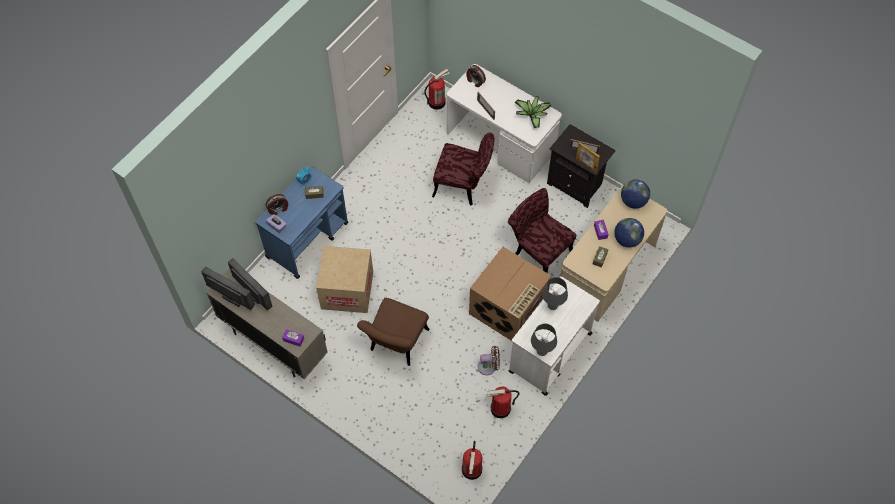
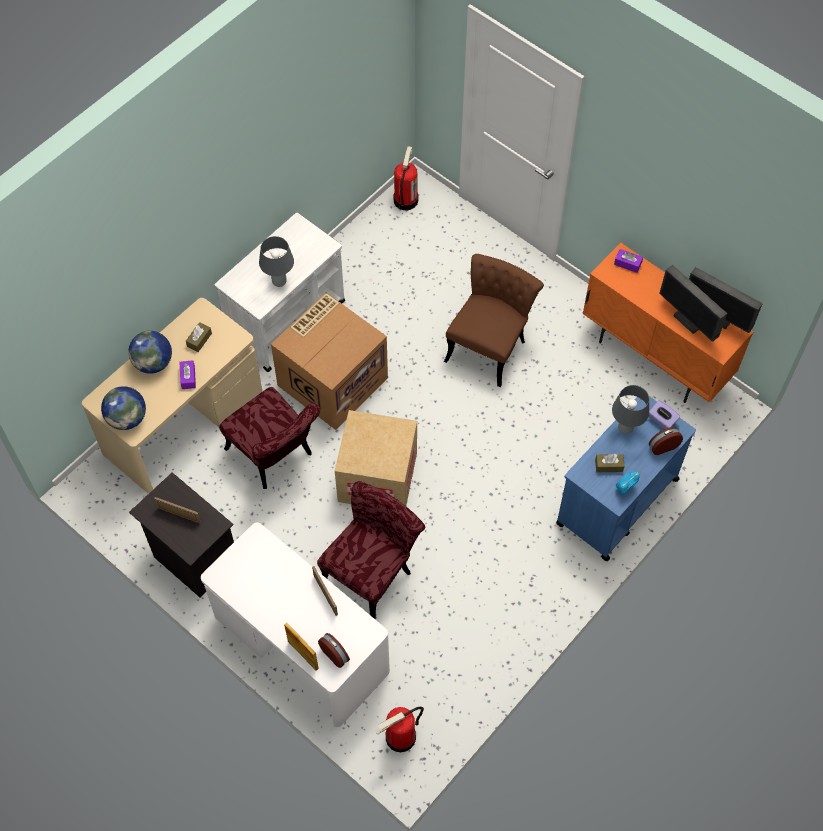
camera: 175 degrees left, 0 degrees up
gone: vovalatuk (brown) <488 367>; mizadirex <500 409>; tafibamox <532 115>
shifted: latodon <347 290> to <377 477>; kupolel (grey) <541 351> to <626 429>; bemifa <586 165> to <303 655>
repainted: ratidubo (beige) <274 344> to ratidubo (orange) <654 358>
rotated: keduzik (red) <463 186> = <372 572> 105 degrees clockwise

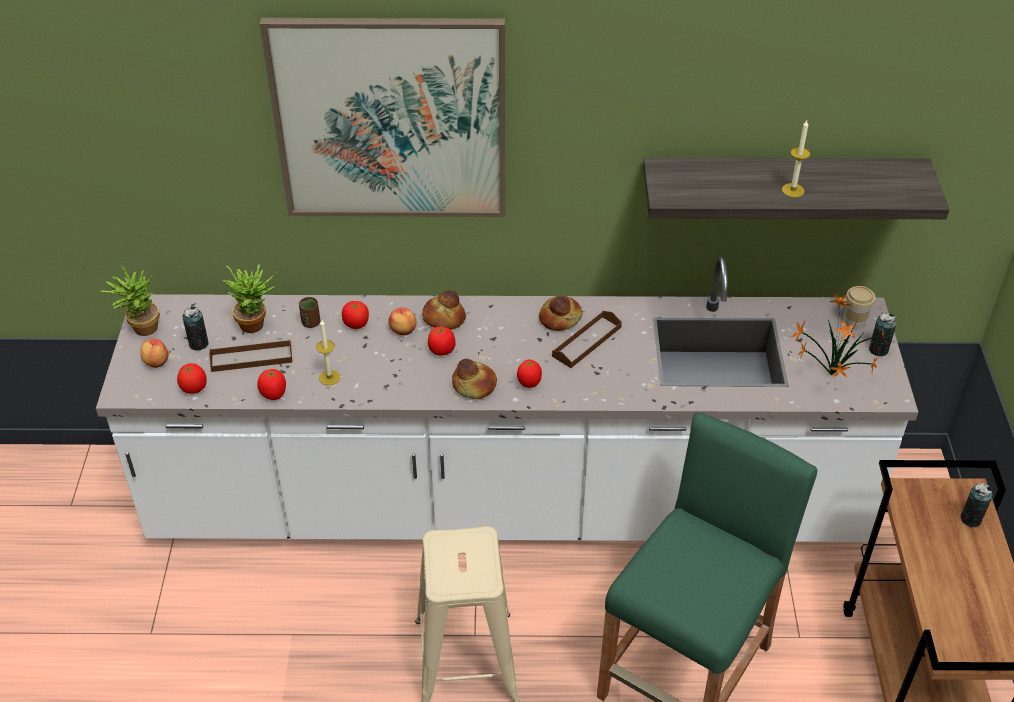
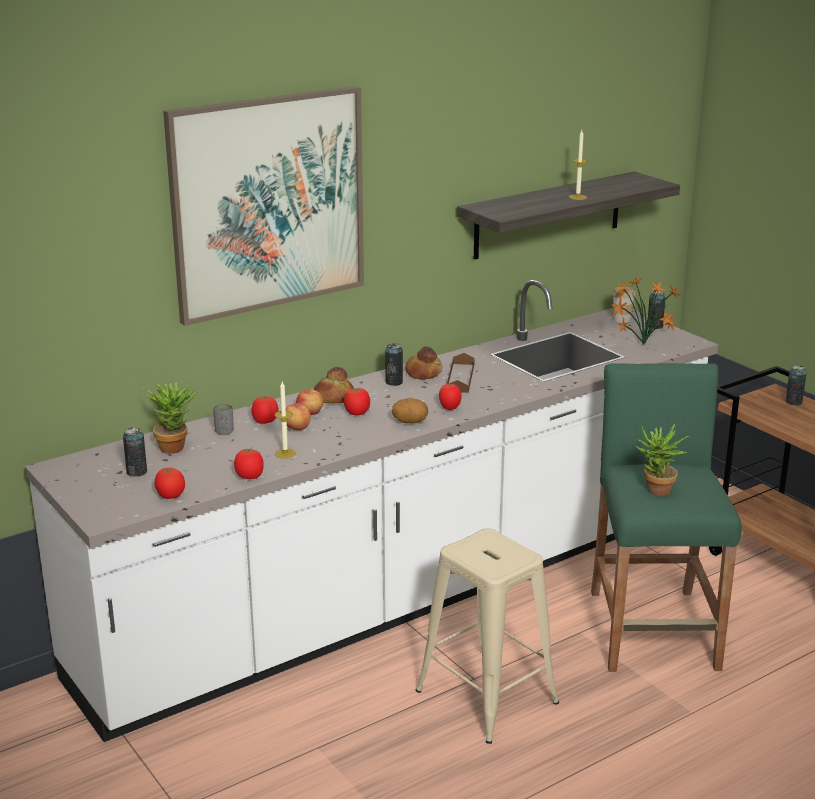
camera: 35 degrees left, 20 degrees down
gone: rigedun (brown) <251 358>
new: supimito <394 382>
shifted: tafibamox <141 329> to <656 492>; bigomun <156 362> to <297 428>
swapped: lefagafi <474 386> to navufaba <410 422>
repainted: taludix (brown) <311 323> to taludix (grey) <224 432>

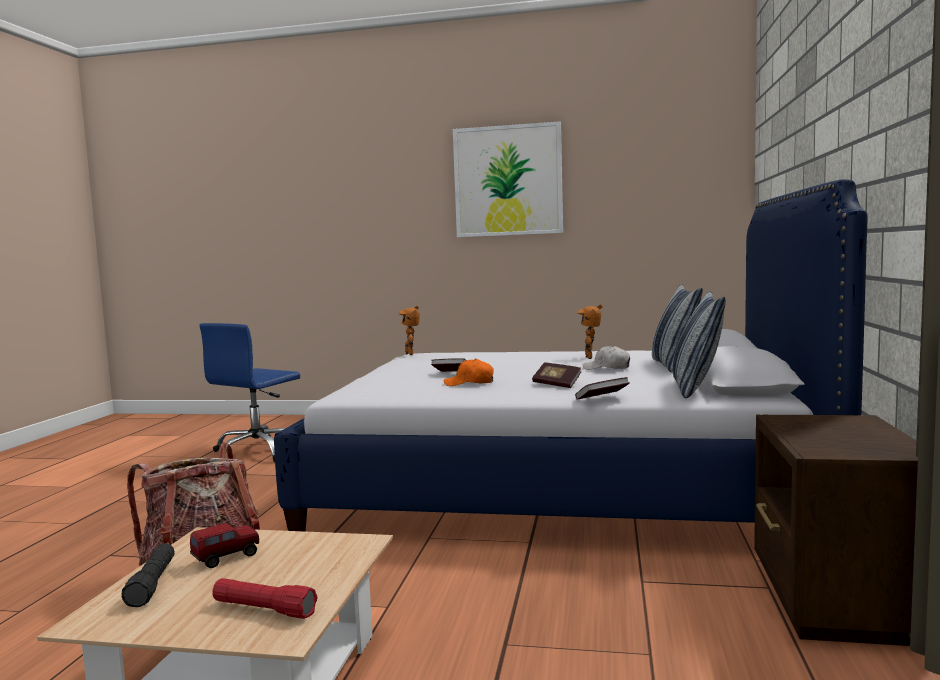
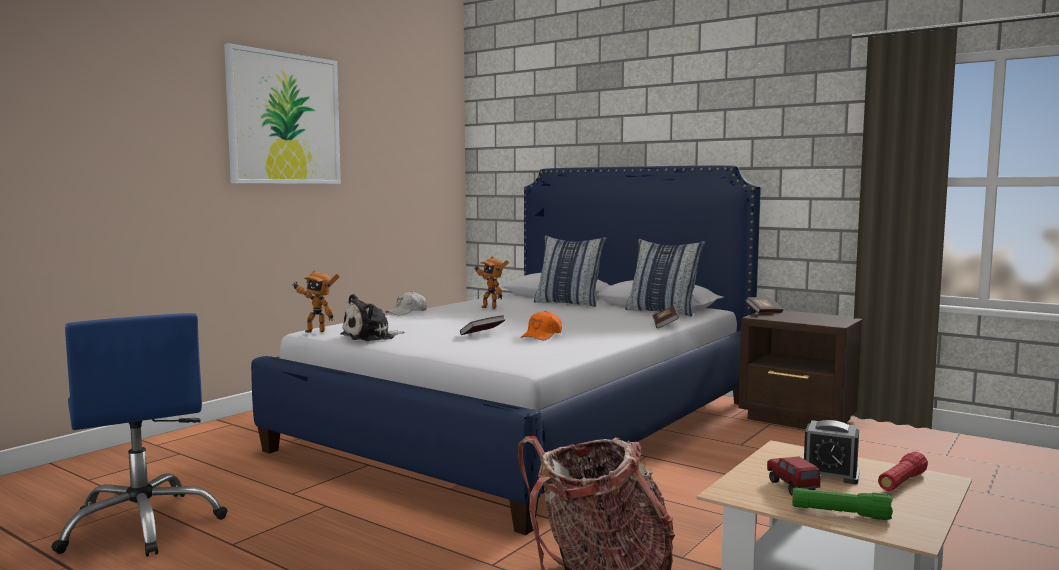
camera: 65 degrees left, 0 degrees up
new: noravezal <371 337>; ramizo <830 474>
shifted: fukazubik <557 384> to <764 312>; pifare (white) <607 368> to <407 312>
repainted: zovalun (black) <152 584> to zovalun (green) <840 514>

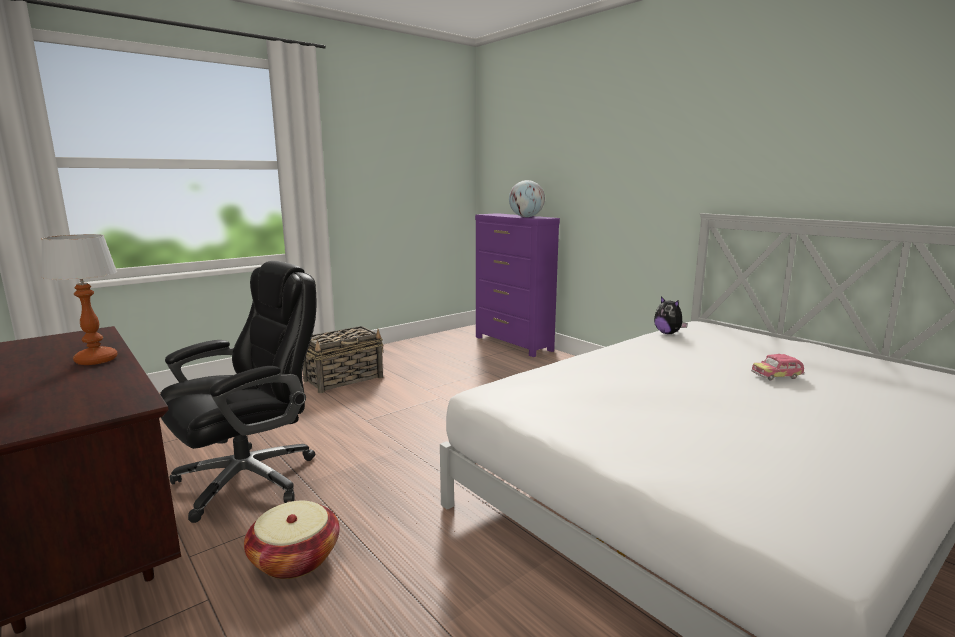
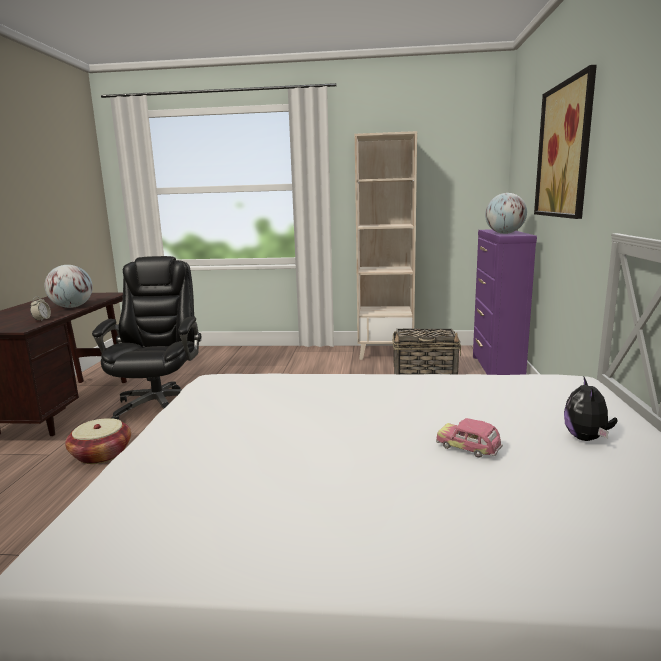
camera: 45 degrees right, 0 degrees up
new: ramizo <42 320>; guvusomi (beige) <385 353>; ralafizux <564 150>
shifted: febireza <344 379> to <425 372>; noravezal <668 333> to <586 438>
swapped: kupolel <96 360> to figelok <72 307>
rotated: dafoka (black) <250 478> = <160 406> 90 degrees counterclockwise

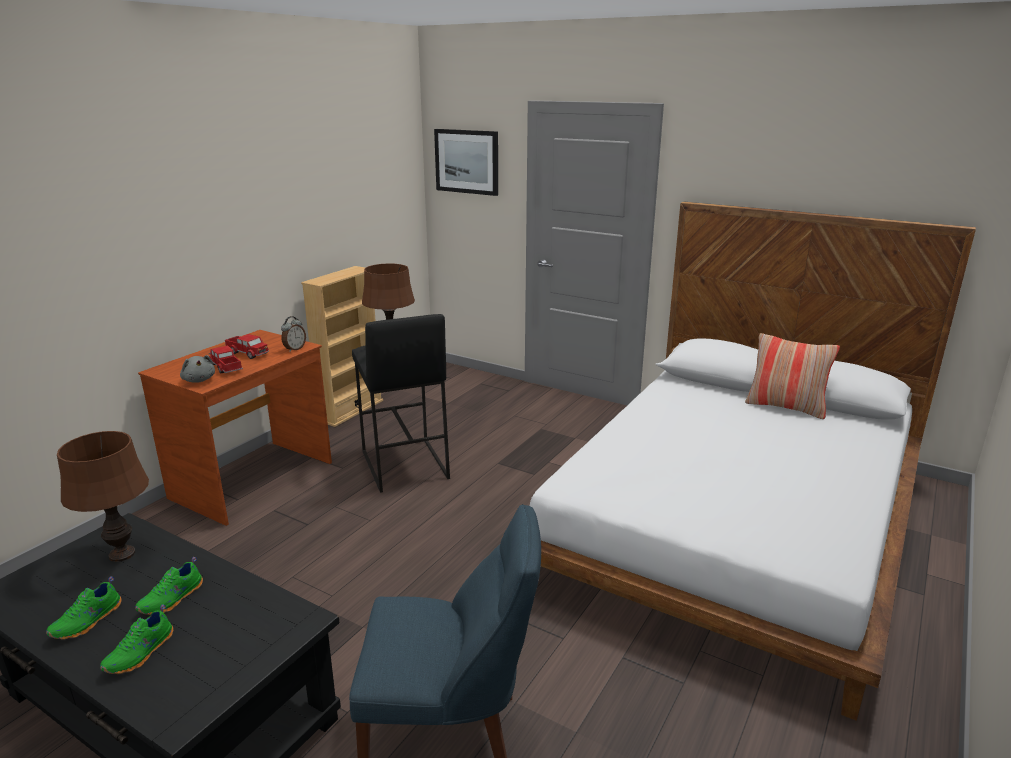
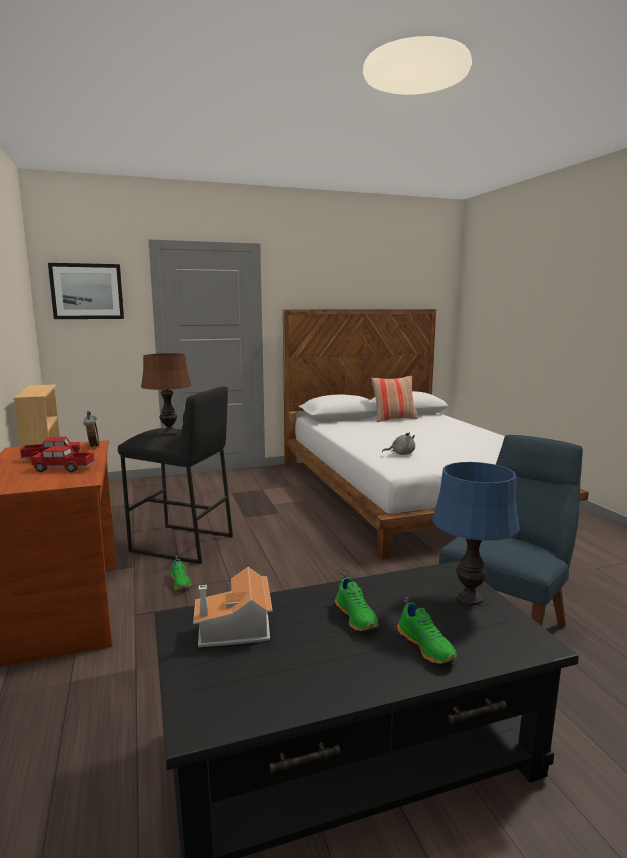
camera: 50 degrees left, 10 degrees down
new: kupolel (blue) <469 598>
shifted: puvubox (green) <88 622> to <181 582>; noravezal (grey) <199 380> to <401 454>
swapped: kupolel (brown) <122 554> to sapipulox <236 628>

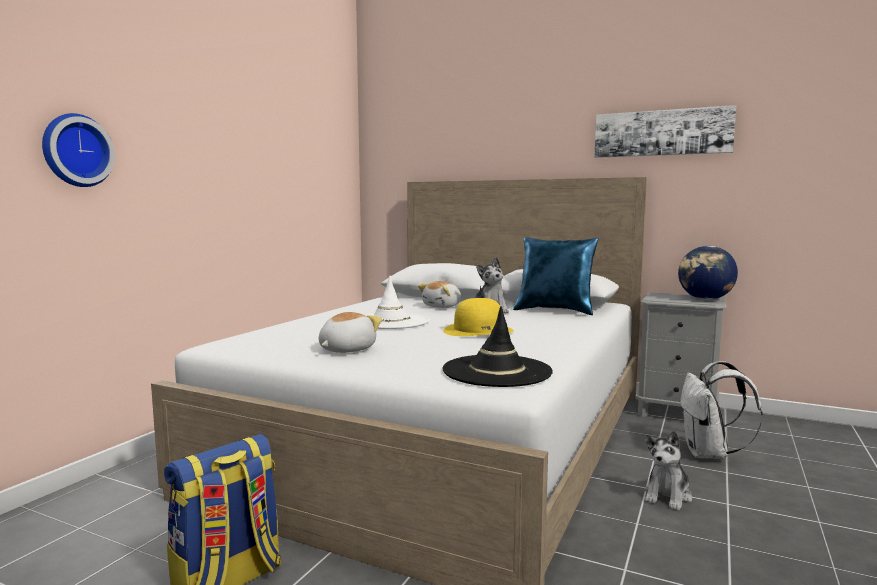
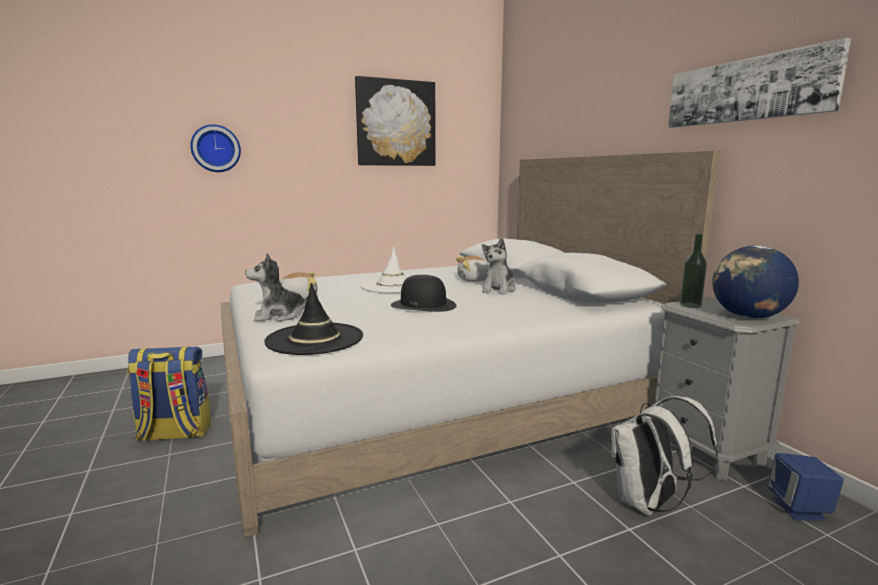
camera: 40 degrees right, 5 degrees up
gone: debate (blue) <555 311>
new: ralafizux <396 123>; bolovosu <690 305>; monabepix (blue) <799 509>
shifted: noravezal <667 496> to <279 316>
repainted: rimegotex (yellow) <478 330> to rimegotex (black) <423 305>

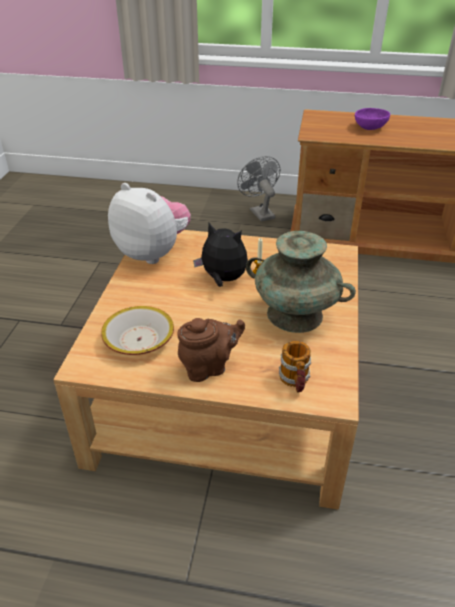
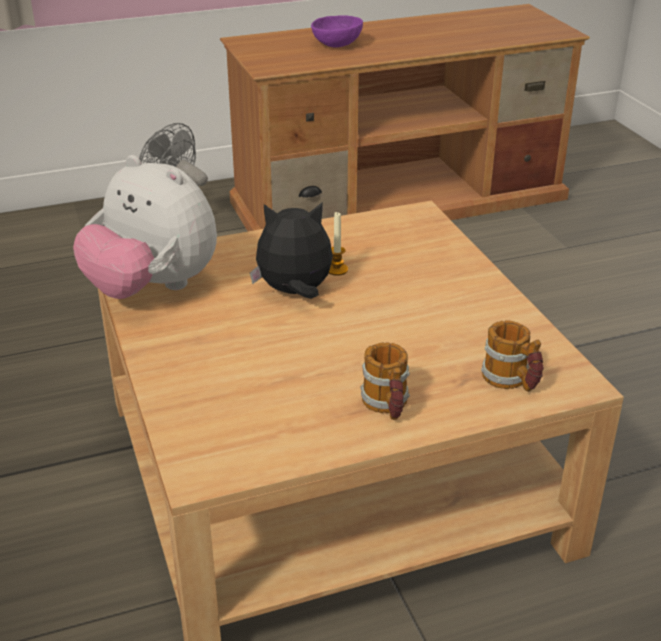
camera: 30 degrees left, 5 degrees down
gone: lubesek <139 340>; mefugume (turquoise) <295 315>
swapped: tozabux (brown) <209 367> to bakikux <387 406>
rotated: noravezal <153 252> = <152 288> 150 degrees counterclockwise

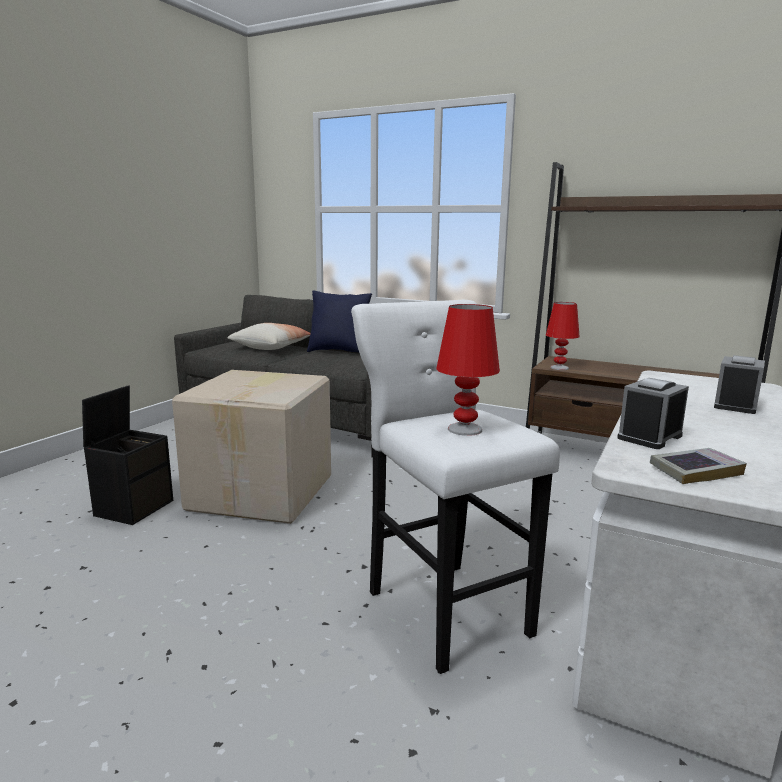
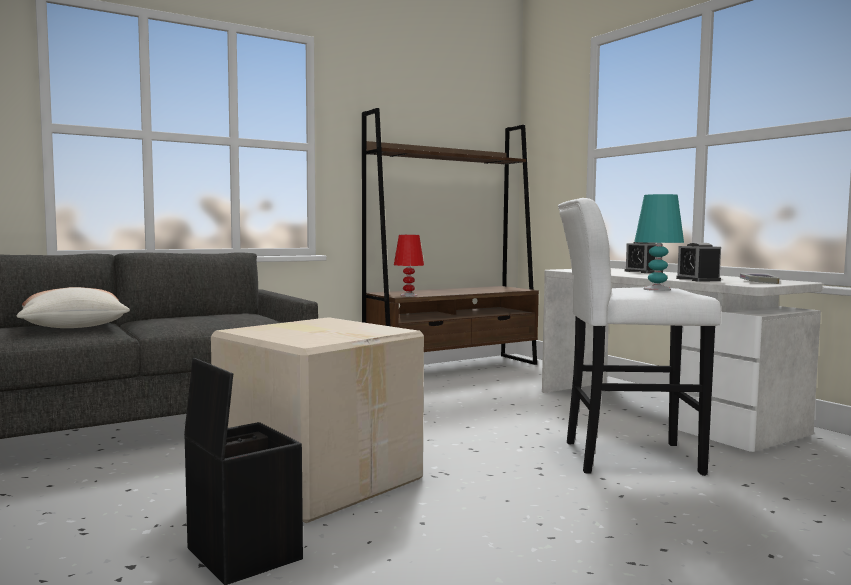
camera: 60 degrees left, 10 degrees down
gone: debate (blue) <339 351>
repainted: kupolel (red) <464 429> to kupolel (turquoise) <656 289>

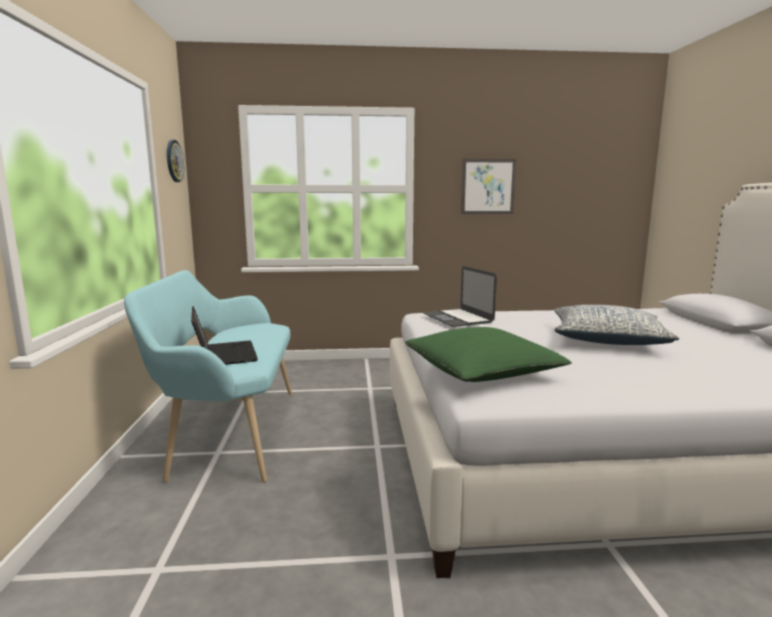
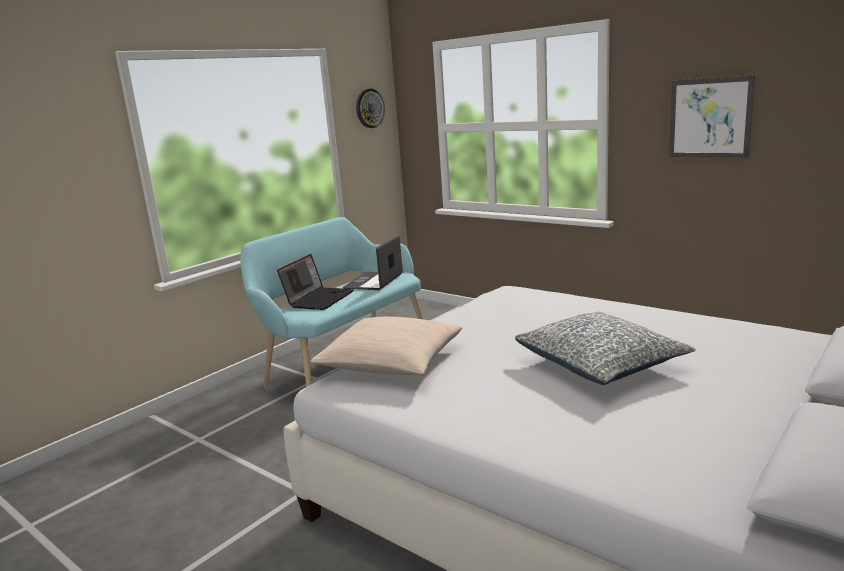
camera: 45 degrees right, 5 degrees up
shifted: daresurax <457 318> to <374 281>
repainted: debate (green) <482 371> to debate (beige) <391 362>

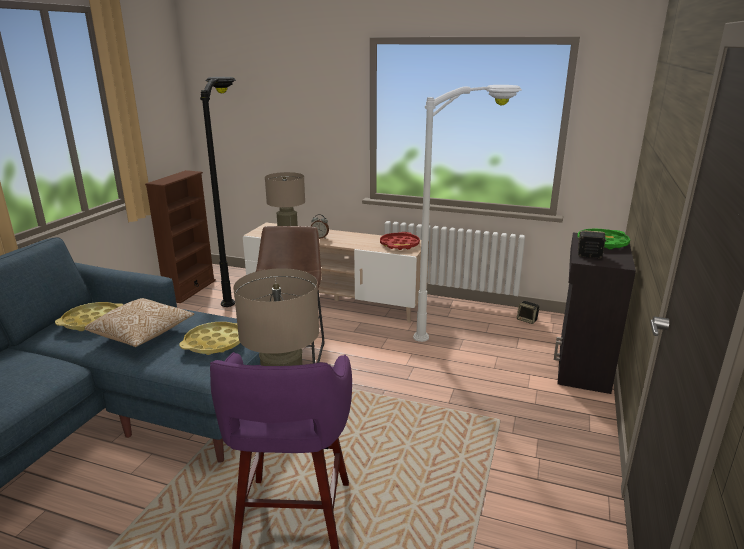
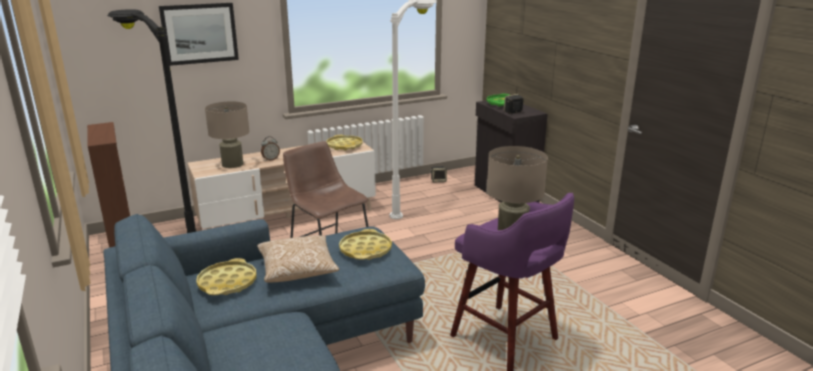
camera: 45 degrees left, 0 degrees up
new: ralafizux <199 33>
repainted: rigedun (red) <399 244> to rigedun (yellow) <344 146>

